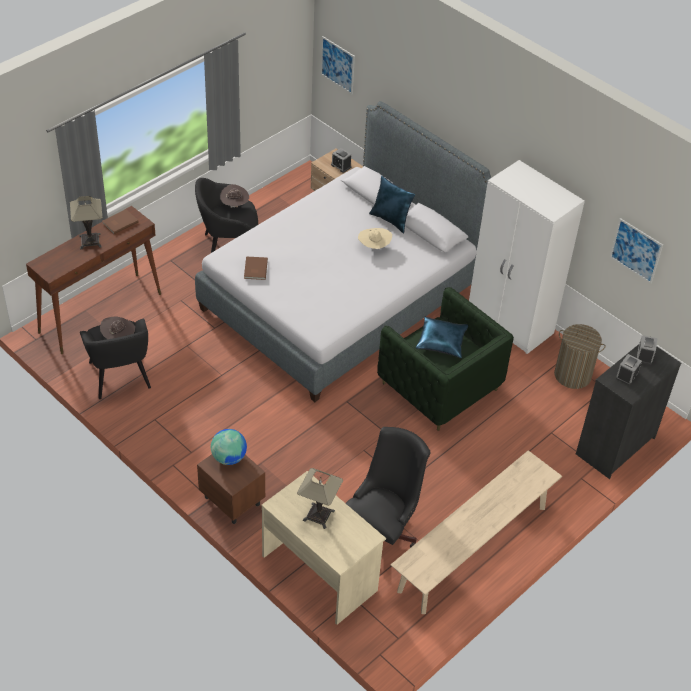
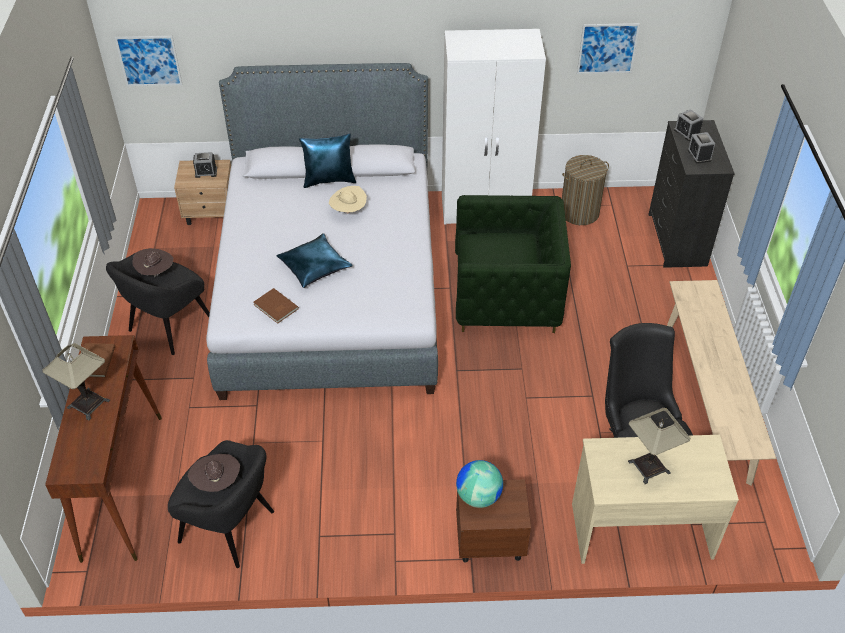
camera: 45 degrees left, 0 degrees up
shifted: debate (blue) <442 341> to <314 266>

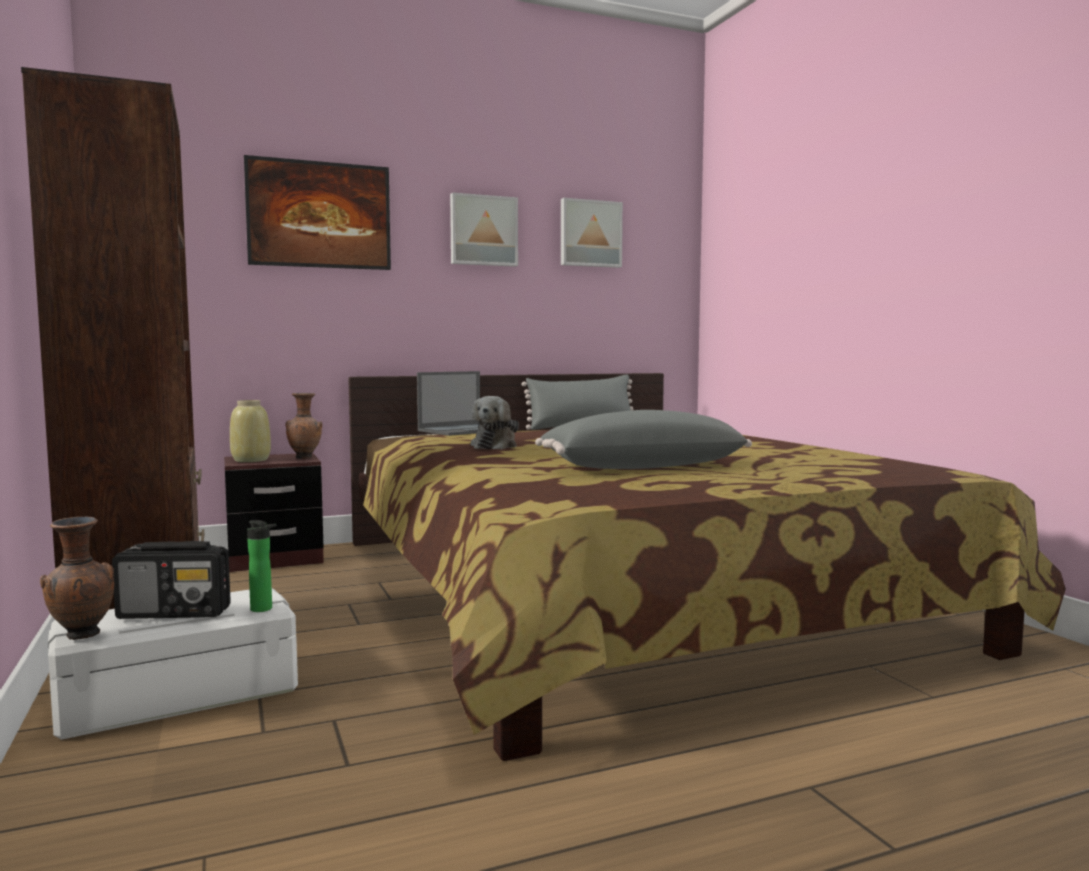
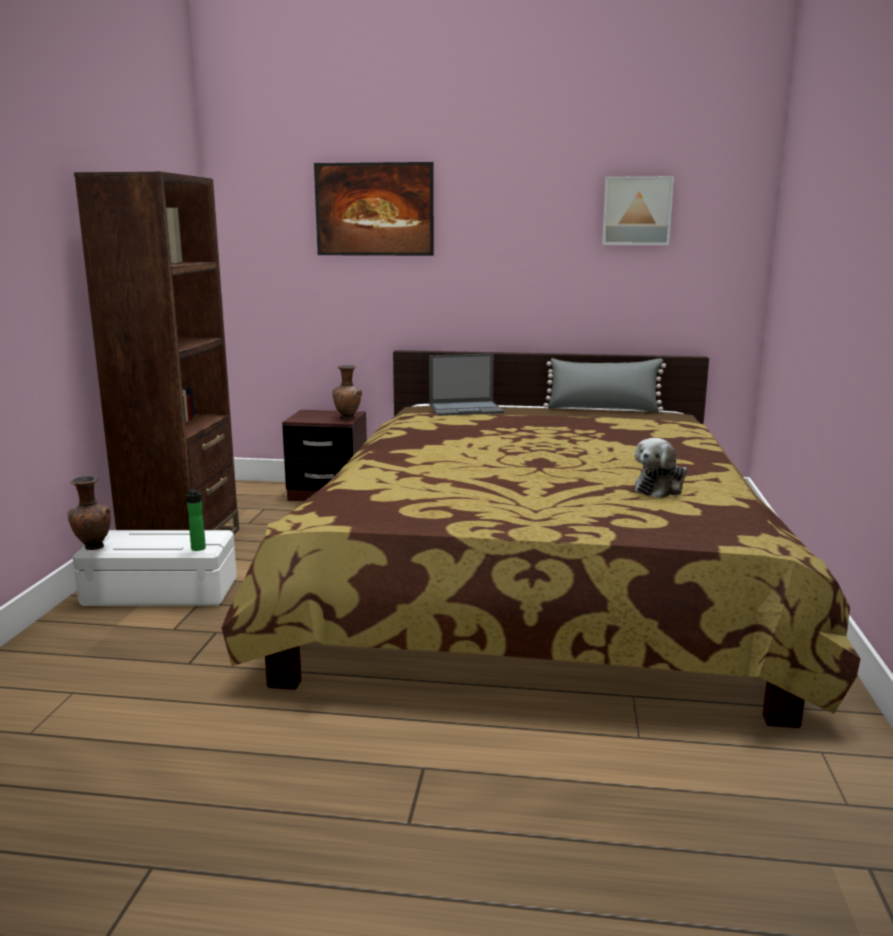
camera: 30 degrees right, 10 degrees up
gone: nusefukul <175 613>; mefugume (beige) <250 460>; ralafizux <483 231>; debate (grey) <641 467>
shifted: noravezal <495 446> to <661 488>

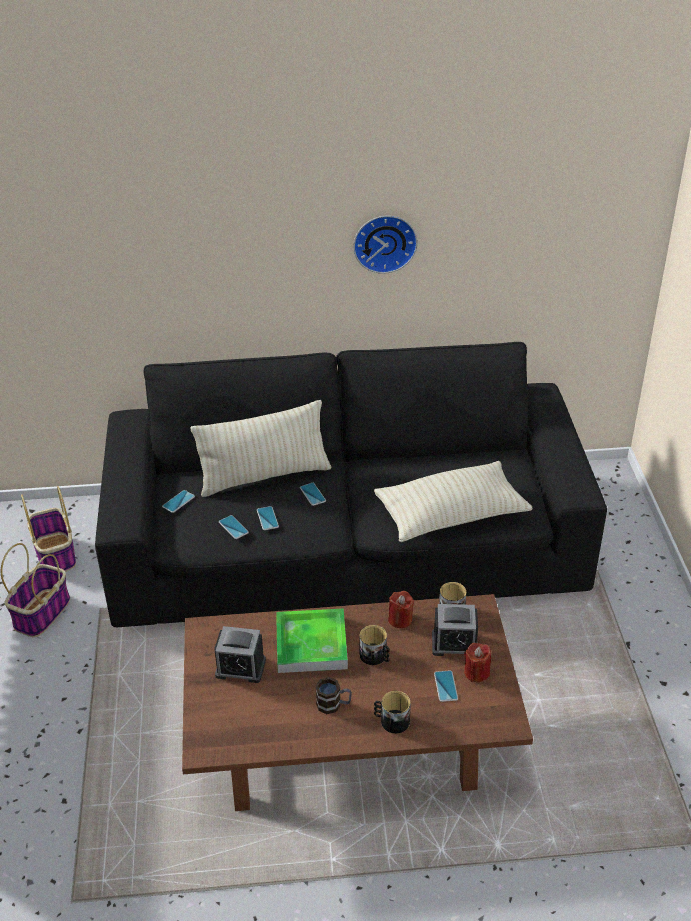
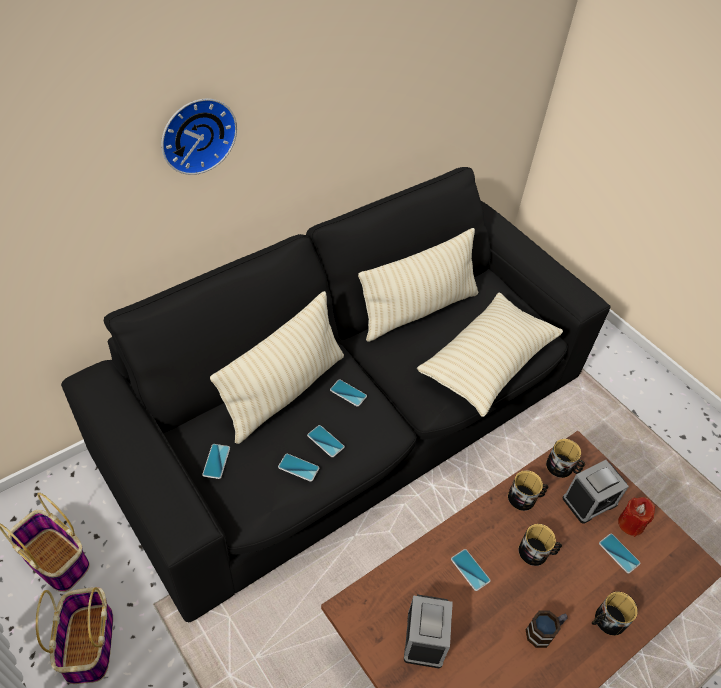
camera: 35 degrees left, 10 degrees up
new: debate (beige) <418 310>
shifted: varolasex <384 242> to <196 134>
swapped: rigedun <311 644> to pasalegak <470 570>; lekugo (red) <400 619> to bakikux <525 498>
rotated: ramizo <240 668> = <424 638> 60 degrees counterclockwise

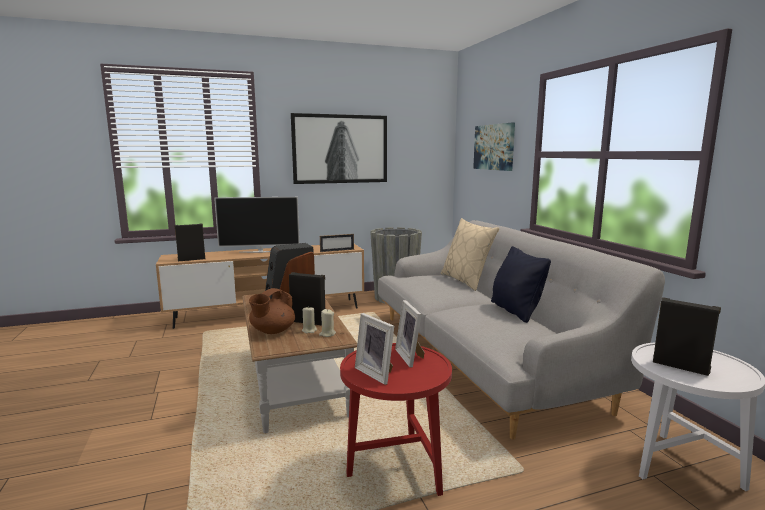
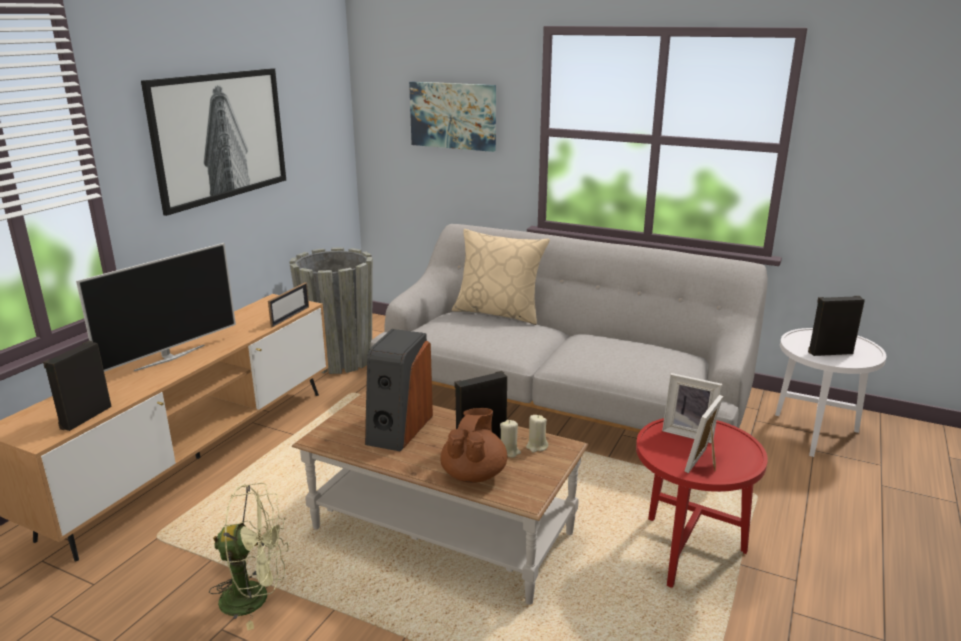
camera: 45 degrees left, 10 degrees up
gone: debate (black) <515 311>
new: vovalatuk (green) <255 597>
rotated: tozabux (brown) <272 331> = <474 474> 150 degrees counterclockwise; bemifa <377 373> = <705 463> 120 degrees clockwise

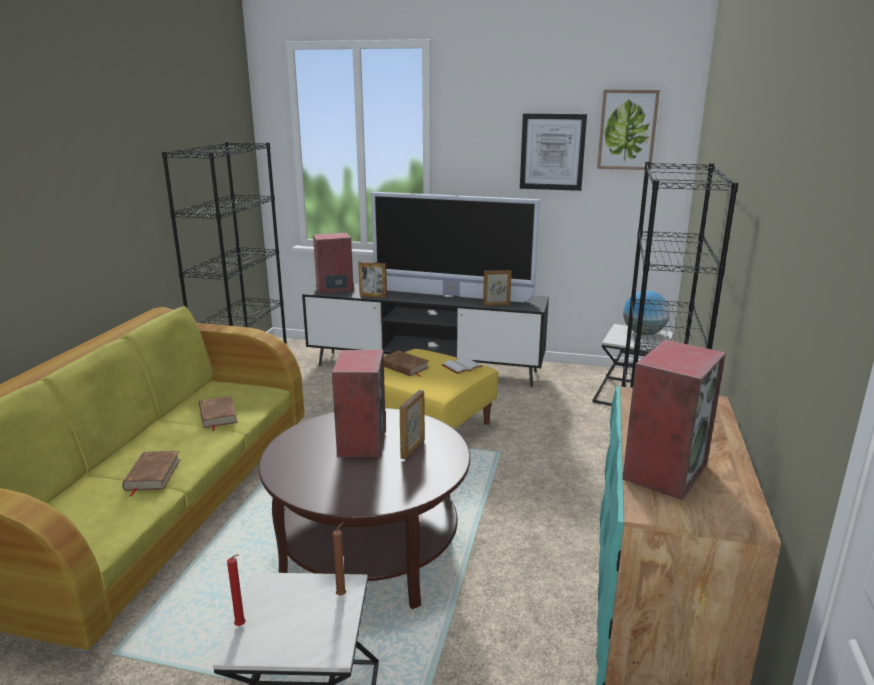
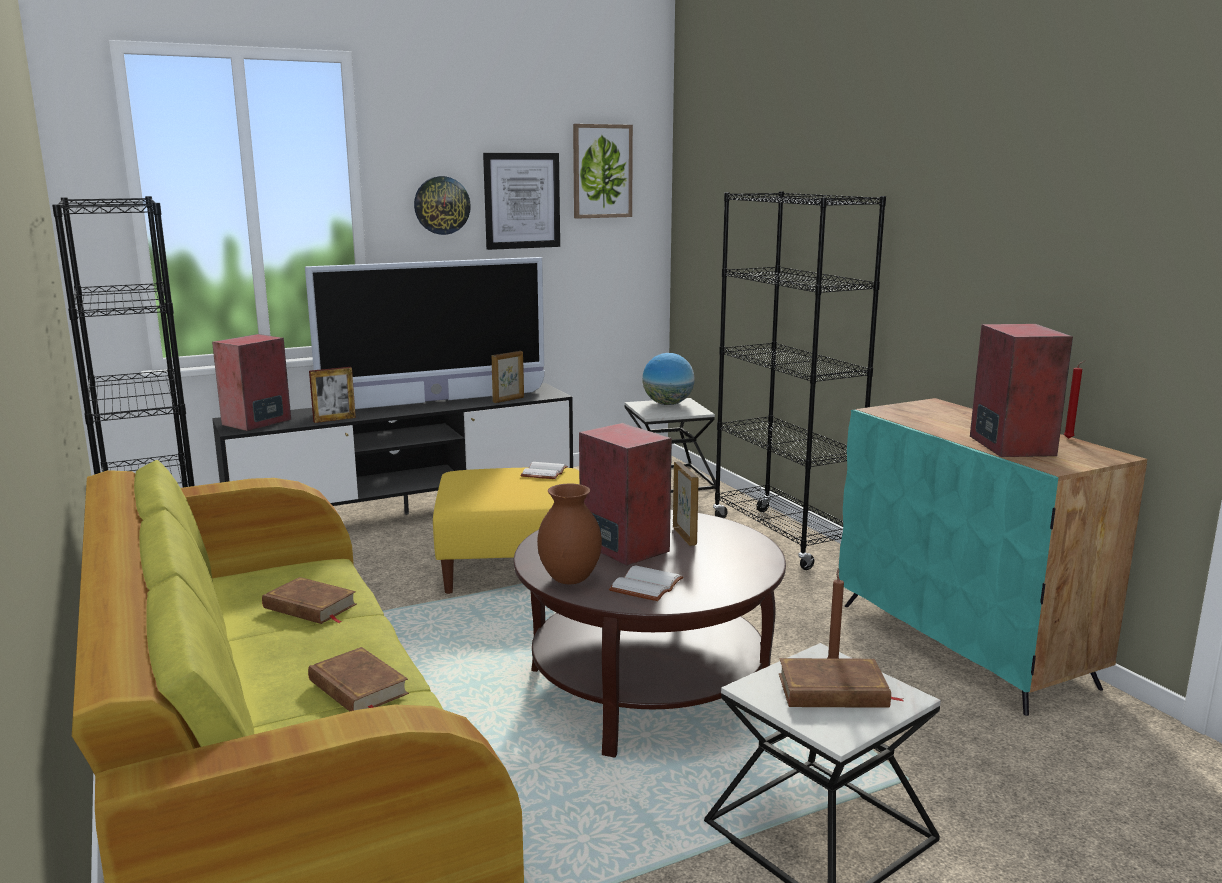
camera: 40 degrees left, 5 degrees down
new: varolasex <442 205>; mefugume (brown) <571 579>; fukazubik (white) <647 587>
shifted: lekugo (red) <241 626> to <1070 438>; fukazubik (brown) <404 367> to <833 691>

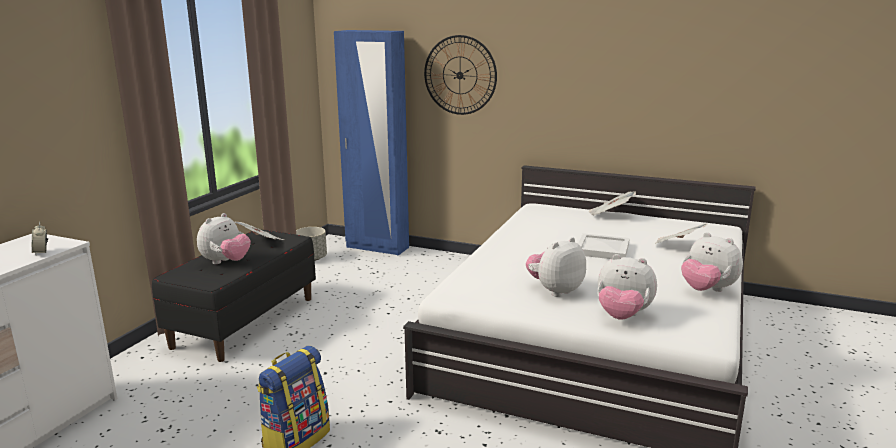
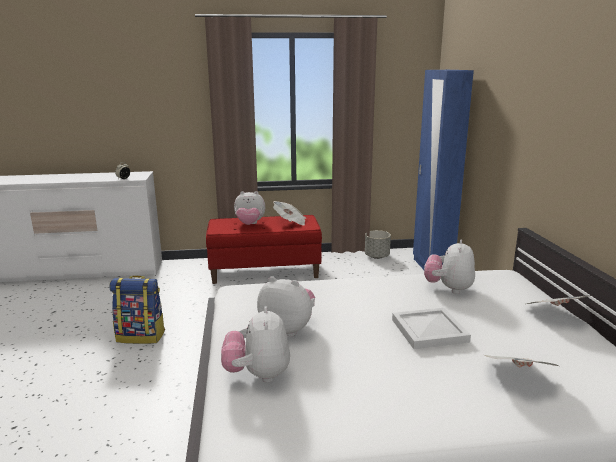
camera: 60 degrees right, 0 degrees up
gone: varolasex <460 75>
shifted: noravezal <707 290> to <448 289>
repainted: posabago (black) <245 322> to posabago (red) <265 271>

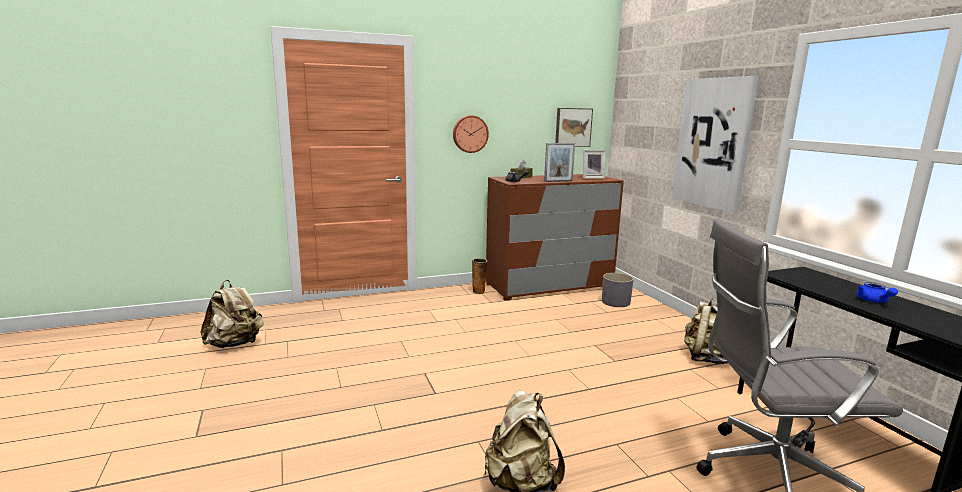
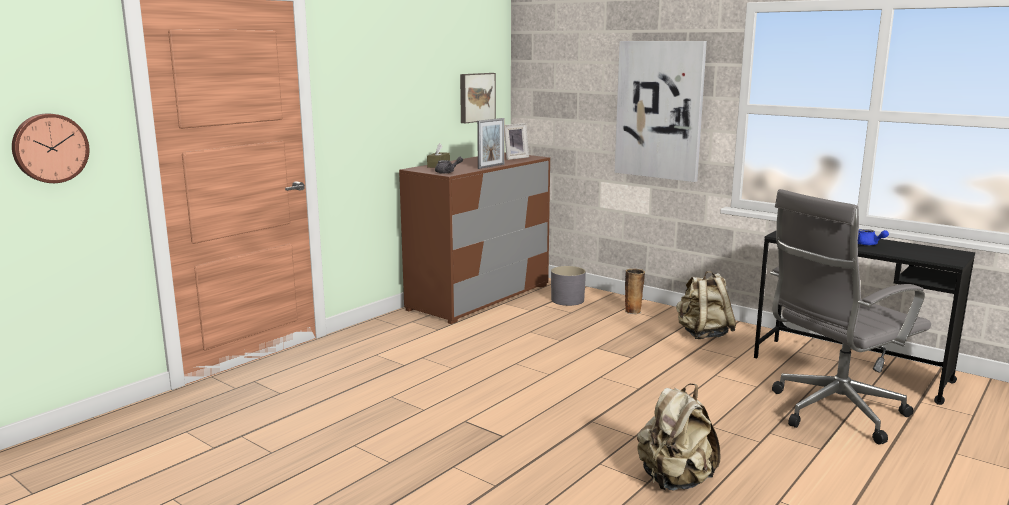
camera: 30 degrees left, 0 degrees up
gone: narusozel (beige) <235 344>
shifted: varolasex <470 134> to <49 148>; mefugume <479 292> to <633 311>

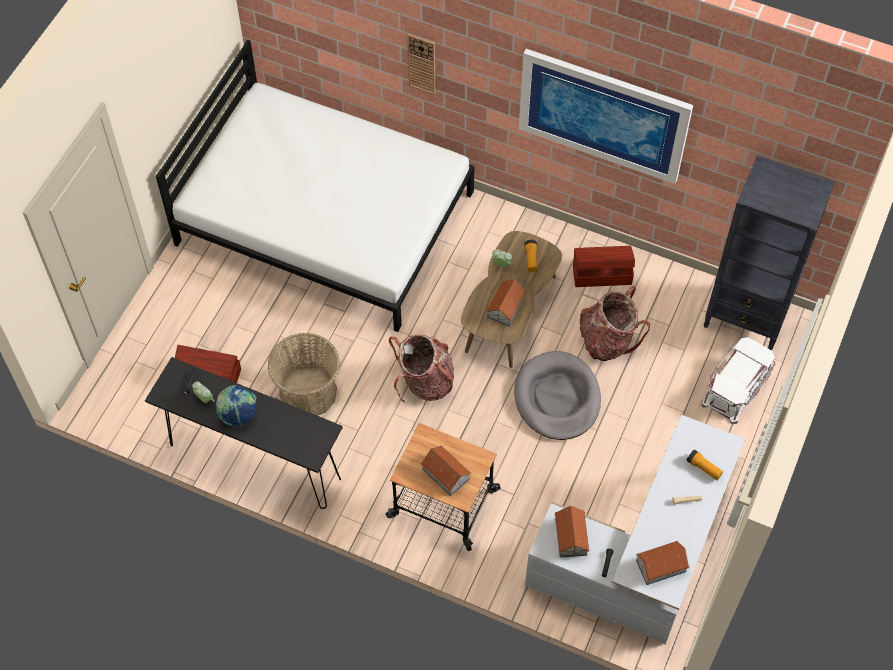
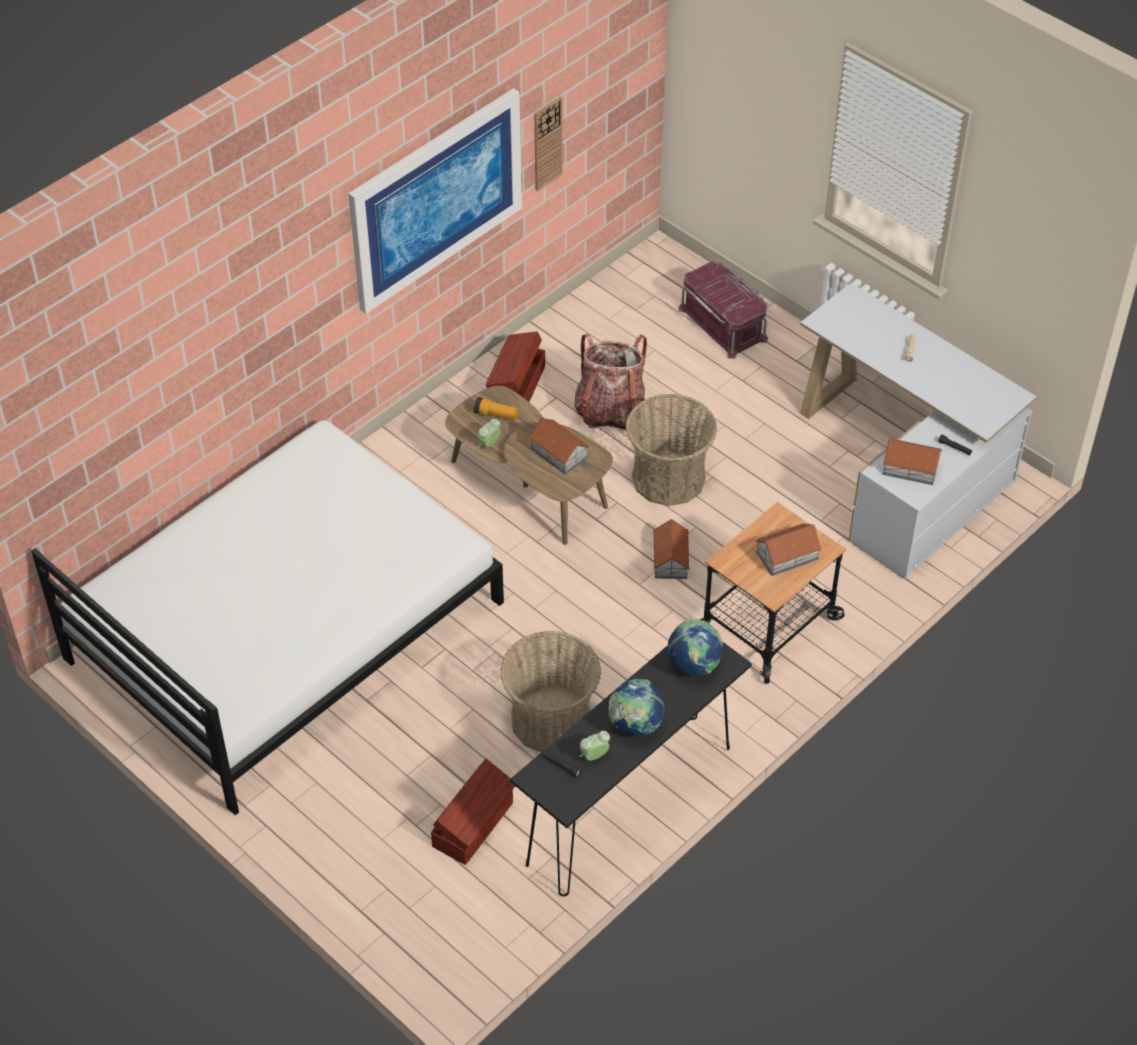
camera: 70 degrees left, 10 degrees down
gone: narusozel <425 382>; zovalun <704 468>; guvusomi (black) <746 318>
new: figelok <694 665>
shifted: varolasex <422 63> to <547 143>; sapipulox <660 566> to <670 560>
swapped: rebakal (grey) <557 398> to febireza <668 478>
repainted: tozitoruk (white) <737 388> to tozitoruk (red) <724 323>

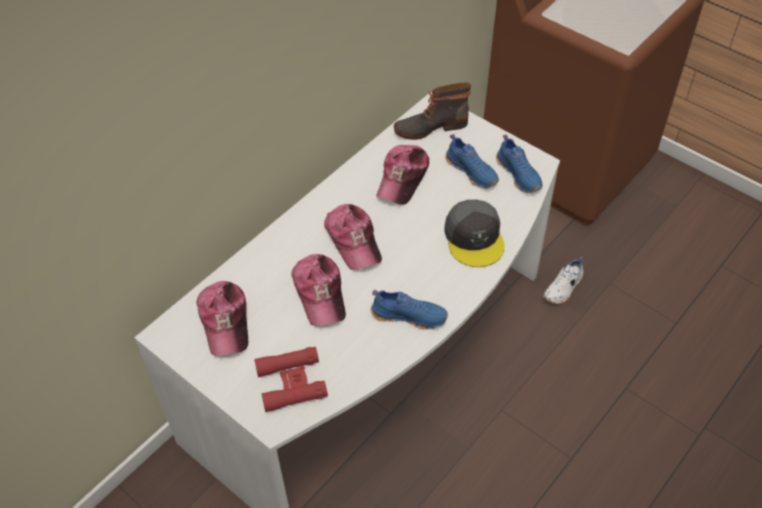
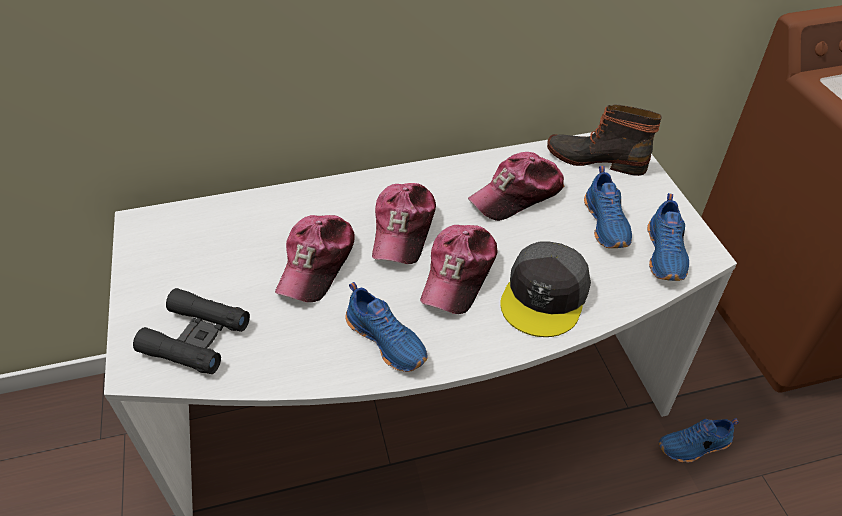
camera: 35 degrees right, 5 degrees down
shifted: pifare <225 322> to <459 274>
repainted: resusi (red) <291 383> to resusi (black) <196 338>; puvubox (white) <563 288> to puvubox (blue) <694 446>

